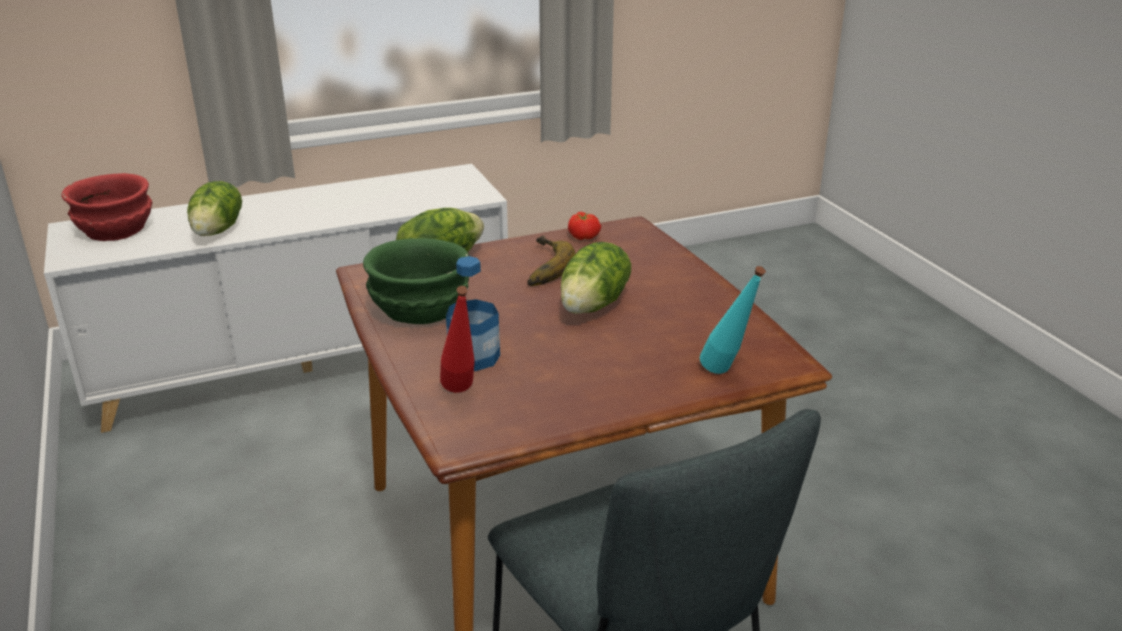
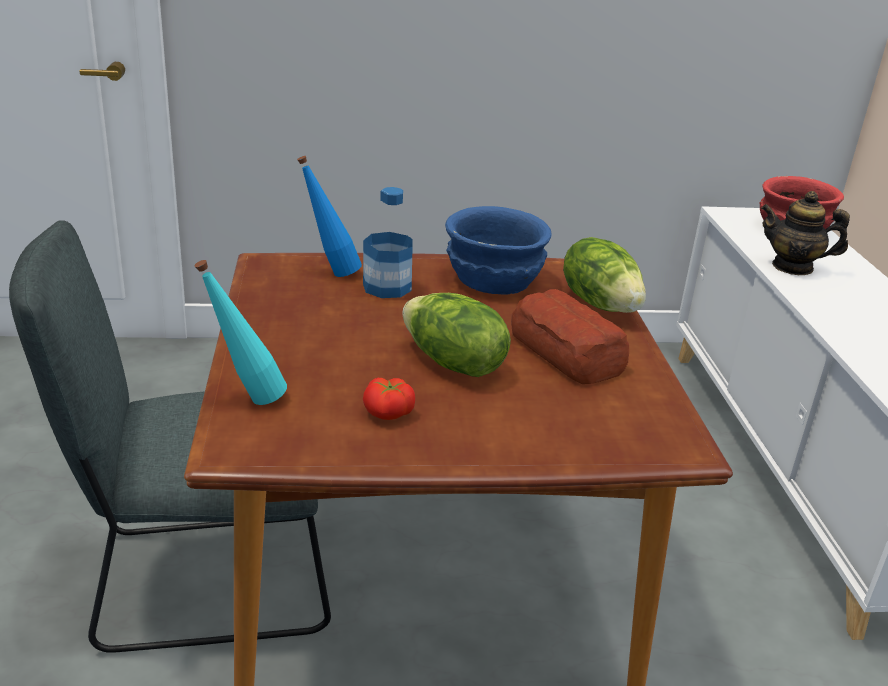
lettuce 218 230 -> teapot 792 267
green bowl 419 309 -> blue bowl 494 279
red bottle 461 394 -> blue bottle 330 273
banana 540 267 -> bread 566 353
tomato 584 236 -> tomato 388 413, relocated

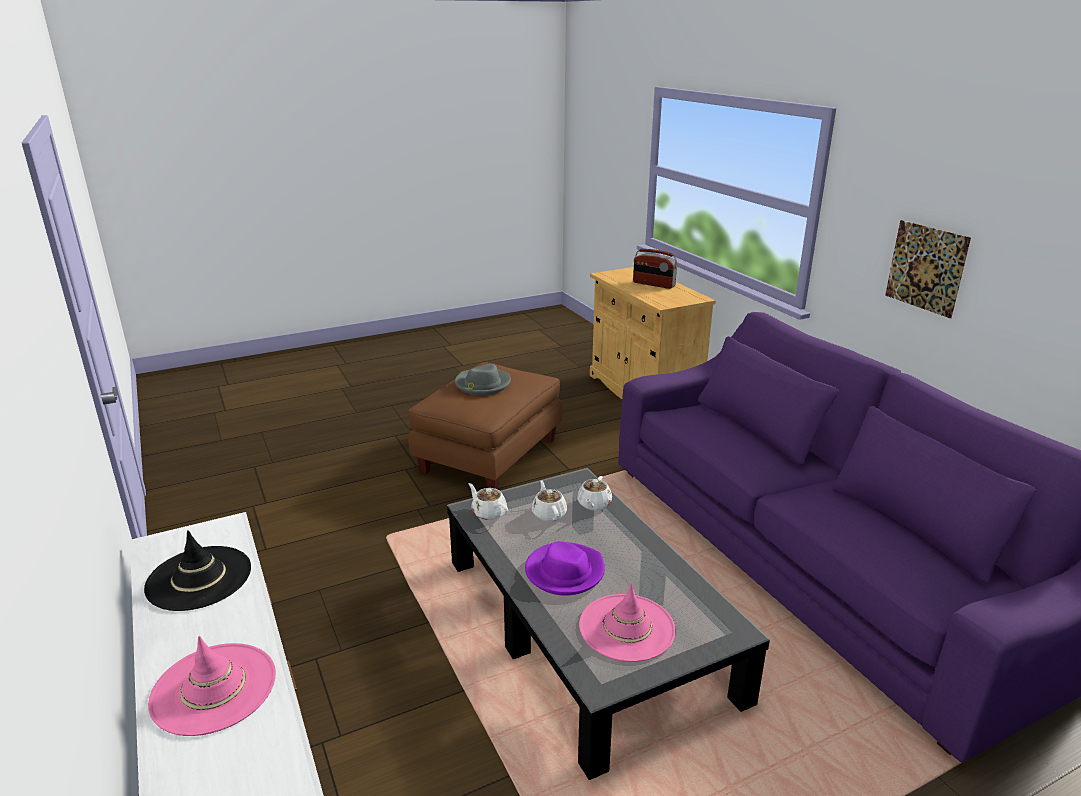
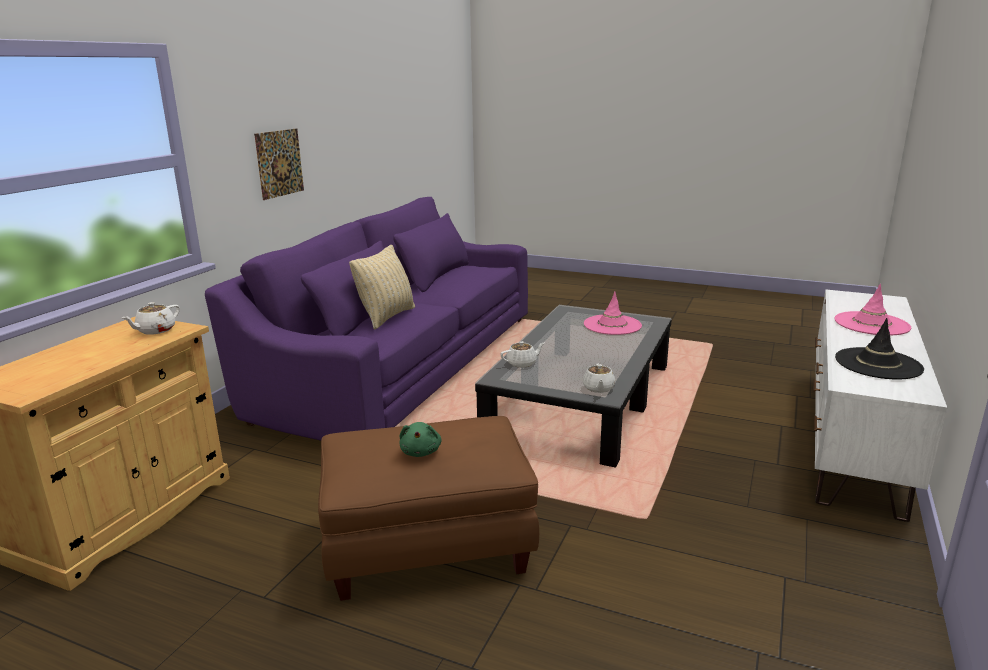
grey hat 482 384 -> green plush toy 421 452
purple hat 564 572 -> none
white teapot 549 514 -> white teapot 155 330, relocated
radio 653 284 -> none
none -> beige pillow 387 317

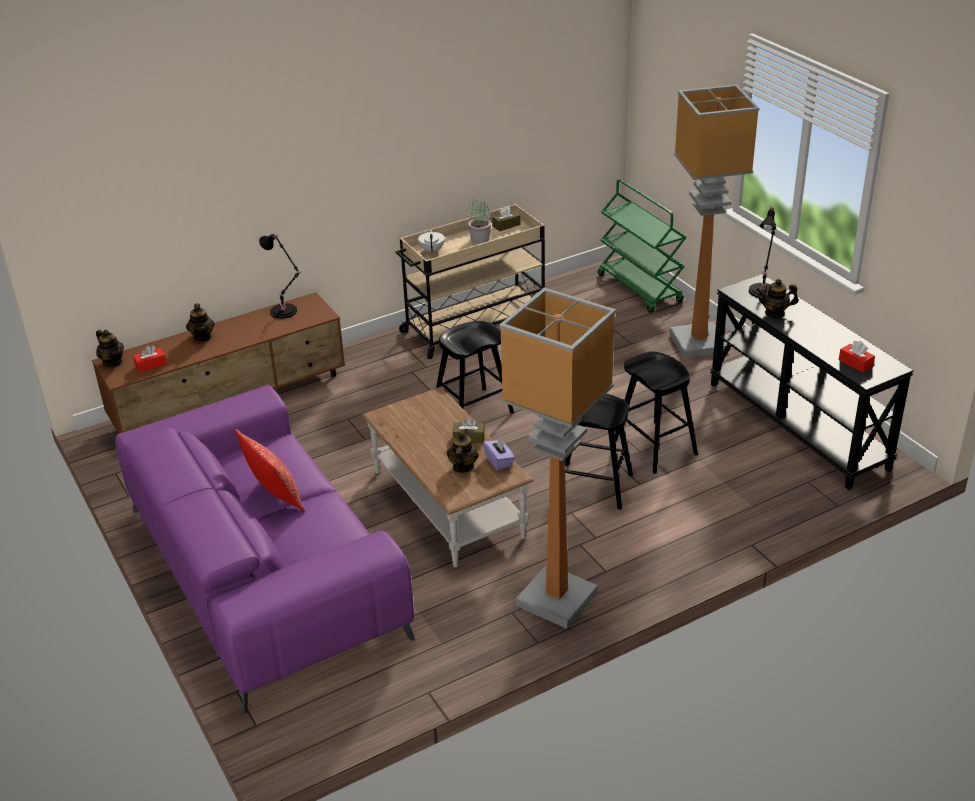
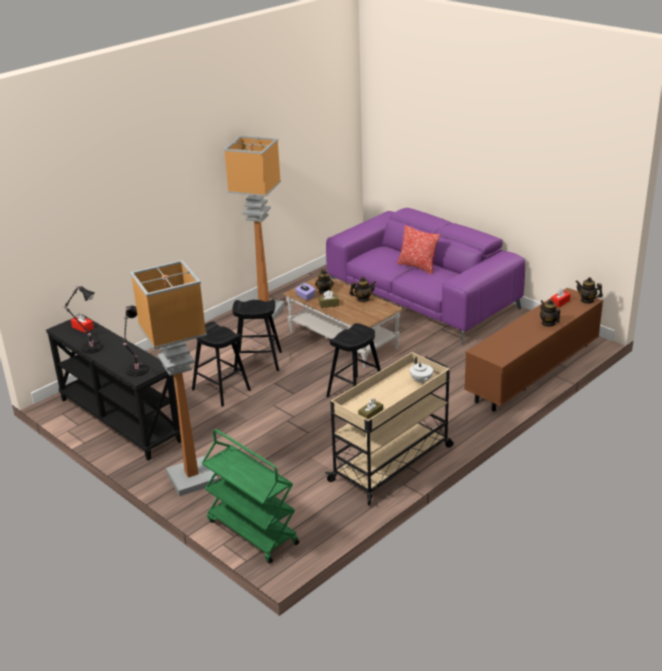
black table lamp 285 312 -> black table lamp 90 347, relocated
potted plant 479 239 -> none
teapot 775 313 -> teapot 363 299, relocated

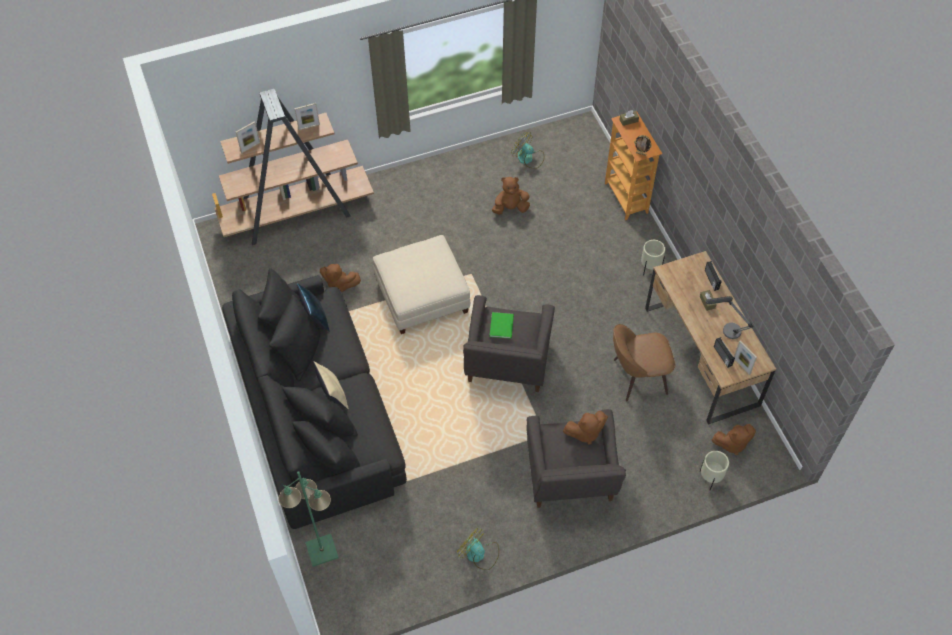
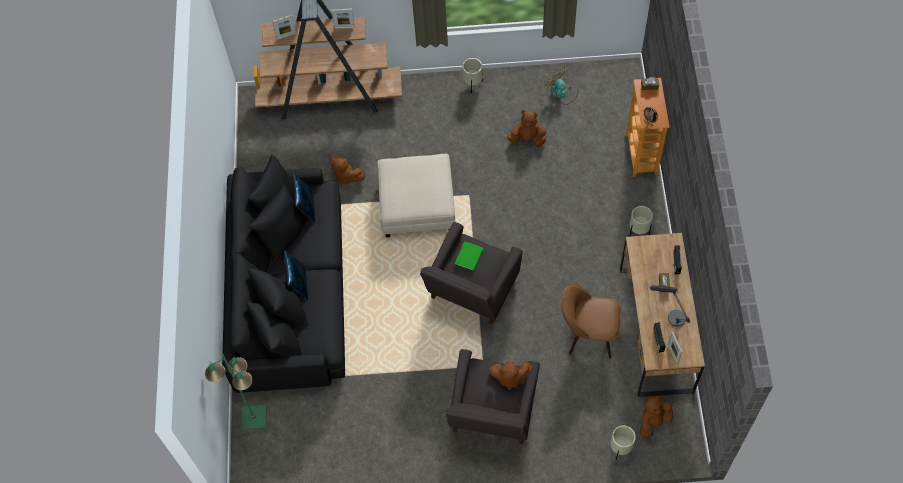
beige pillow 332 395 -> blue pillow 298 283
fan 479 554 -> none
brown plush toy 732 443 -> brown plush toy 653 421, 135 degrees clockwise
none -> beige planter 473 84

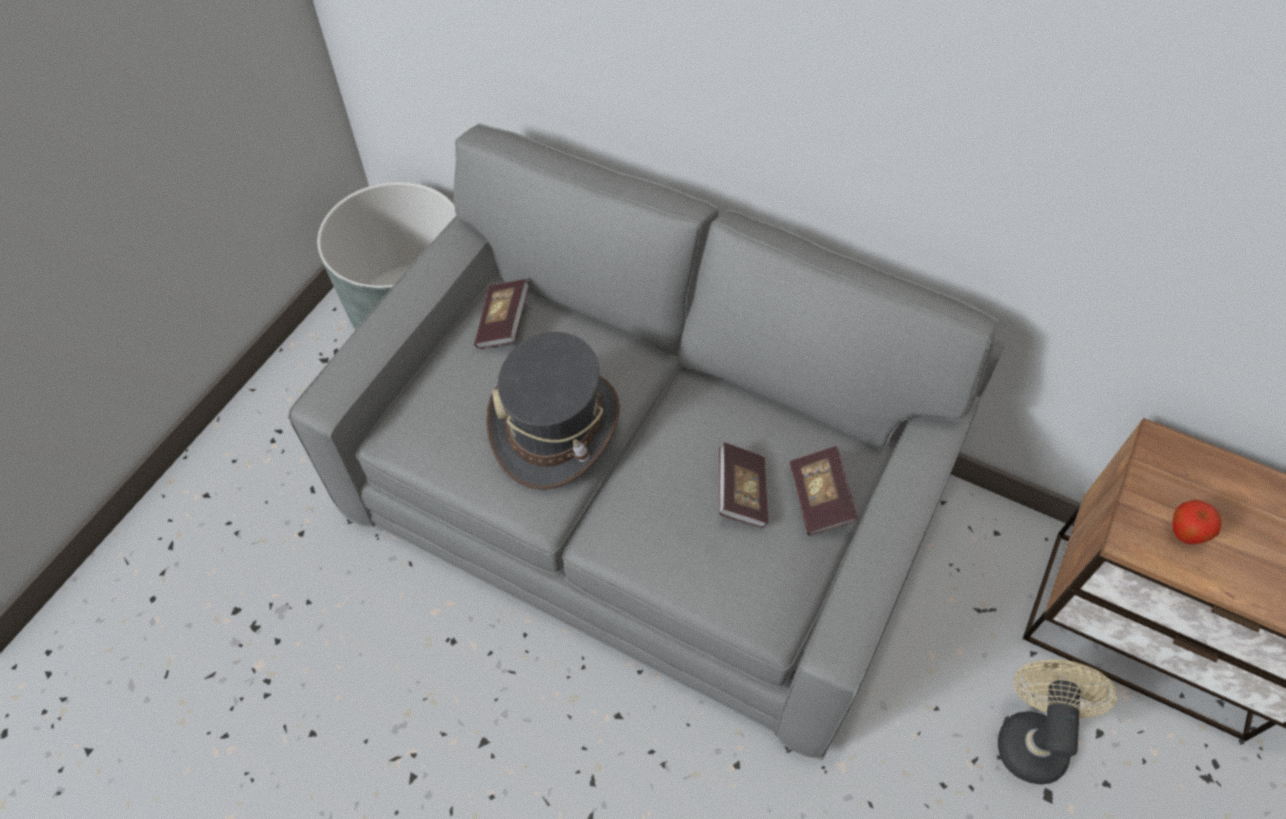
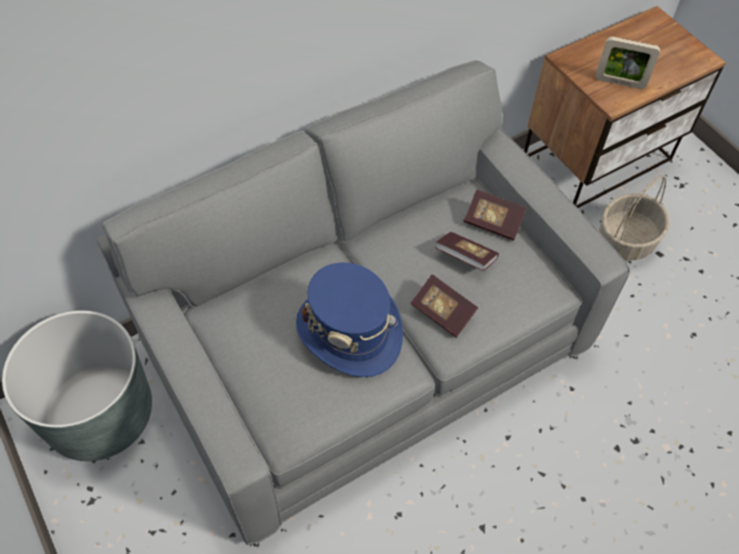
book 503 323 -> book 442 312, relocated
grey hat 555 427 -> blue hat 349 331
beige fan 1031 736 -> basket 626 241
apple 1184 534 -> picture frame 619 82

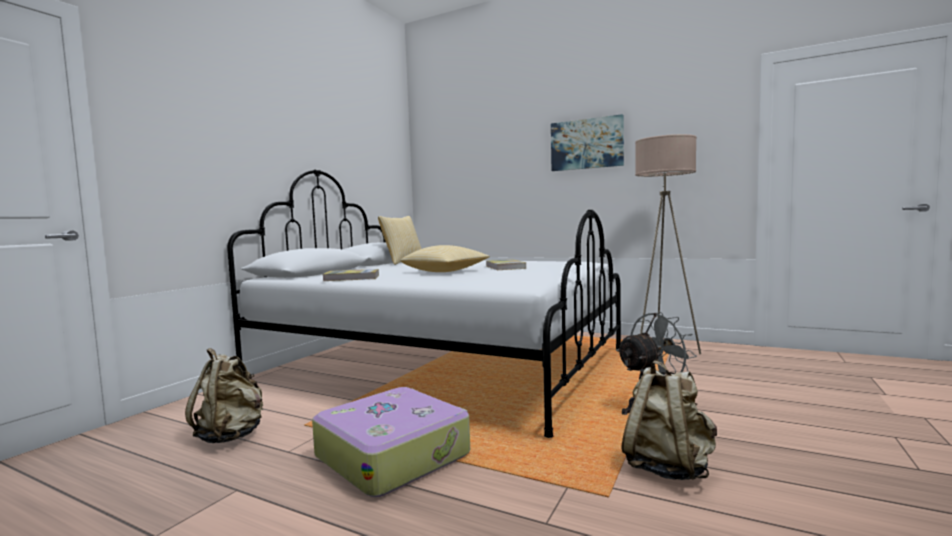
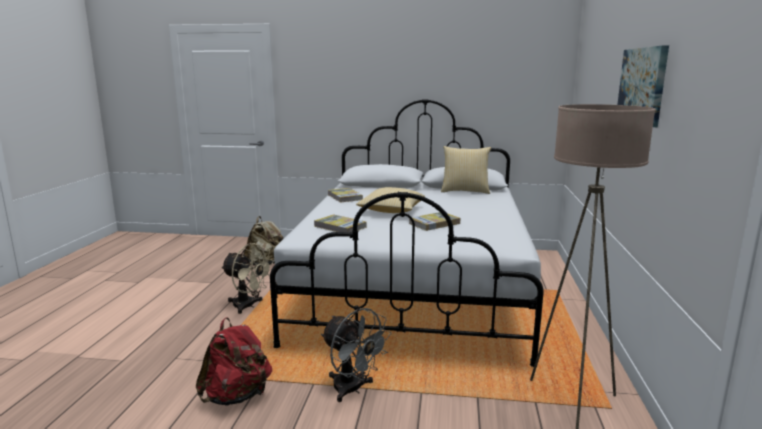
suitcase 393 455 -> beige fan 248 306
beige backpack 667 468 -> red backpack 237 396
none -> book 340 227

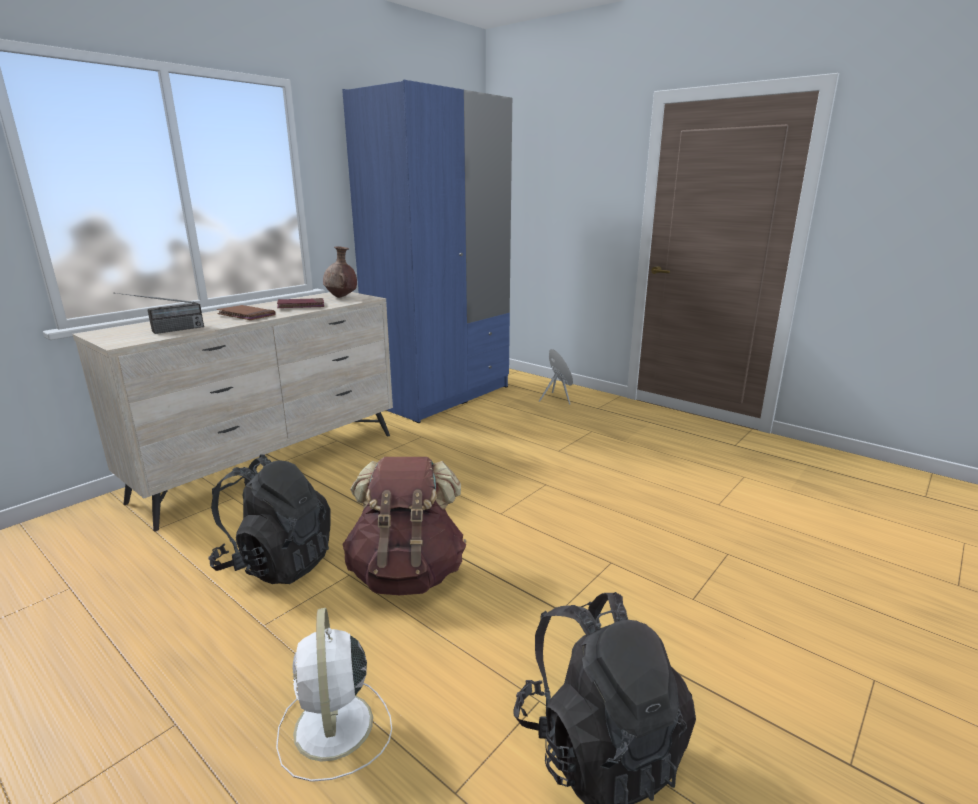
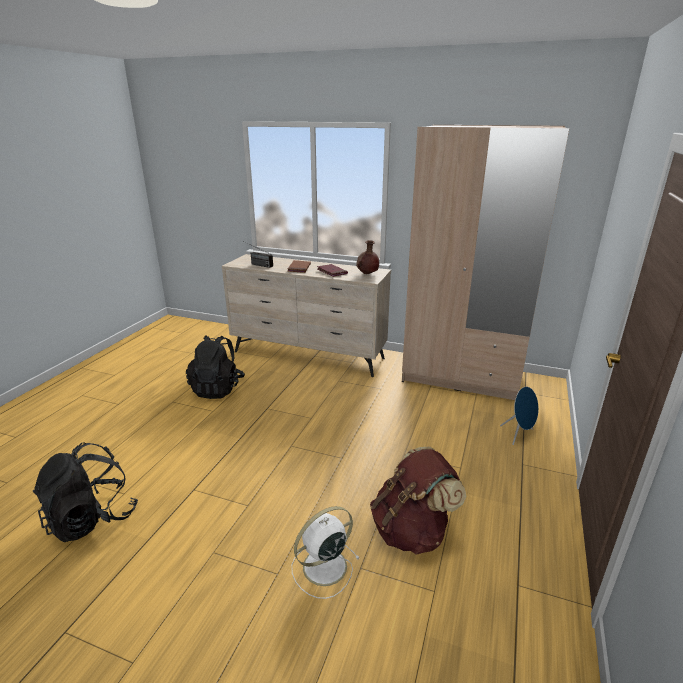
white fan 334 729 -> white fan 323 567, relocated
blue wardrobe 441 395 -> beige wardrobe 461 377
brown backpack 407 573 -> brown backpack 412 530, relocated

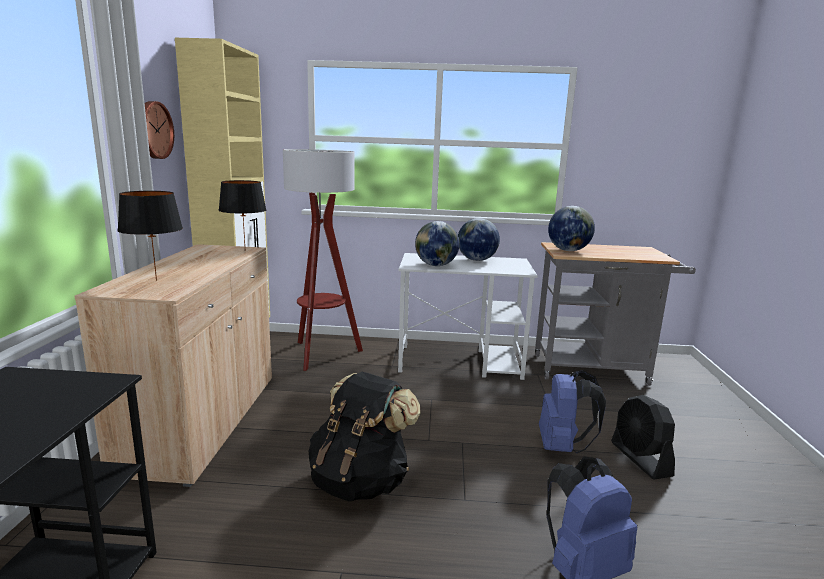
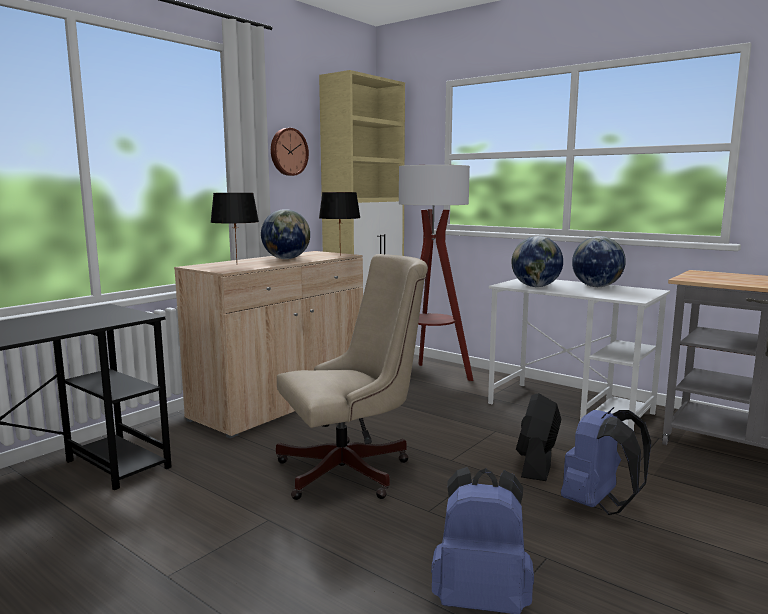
black backpack 360 481 -> beige office chair 352 470
globe 568 250 -> globe 286 259, relocated
black fan 640 459 -> black fan 536 464, relocated

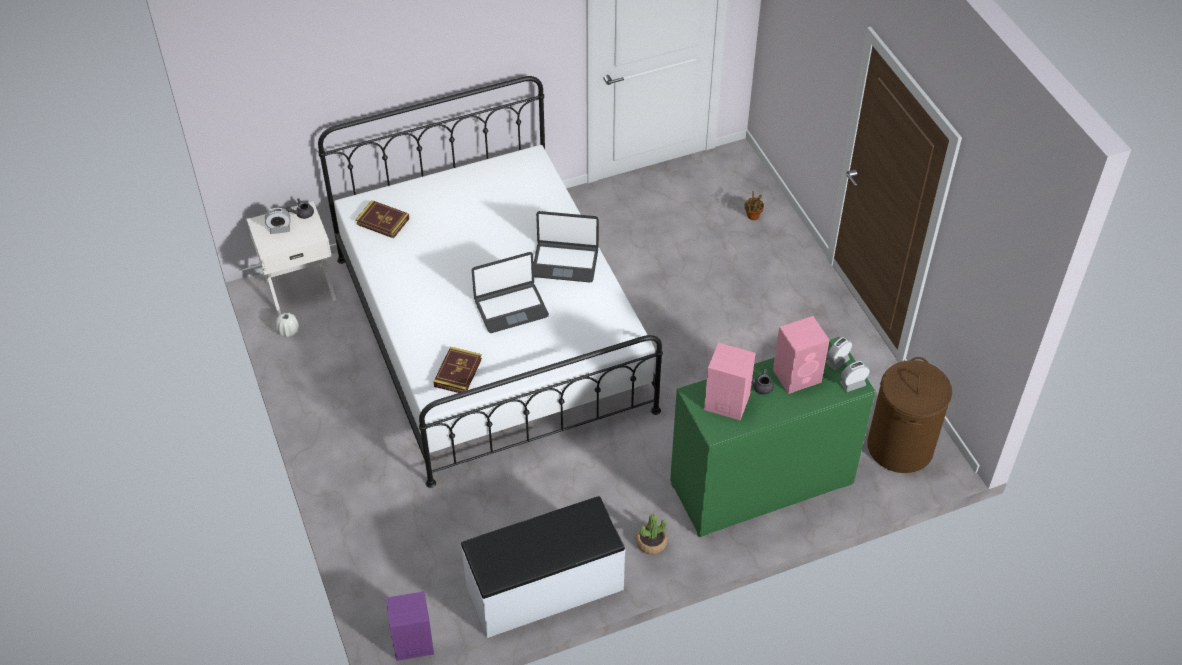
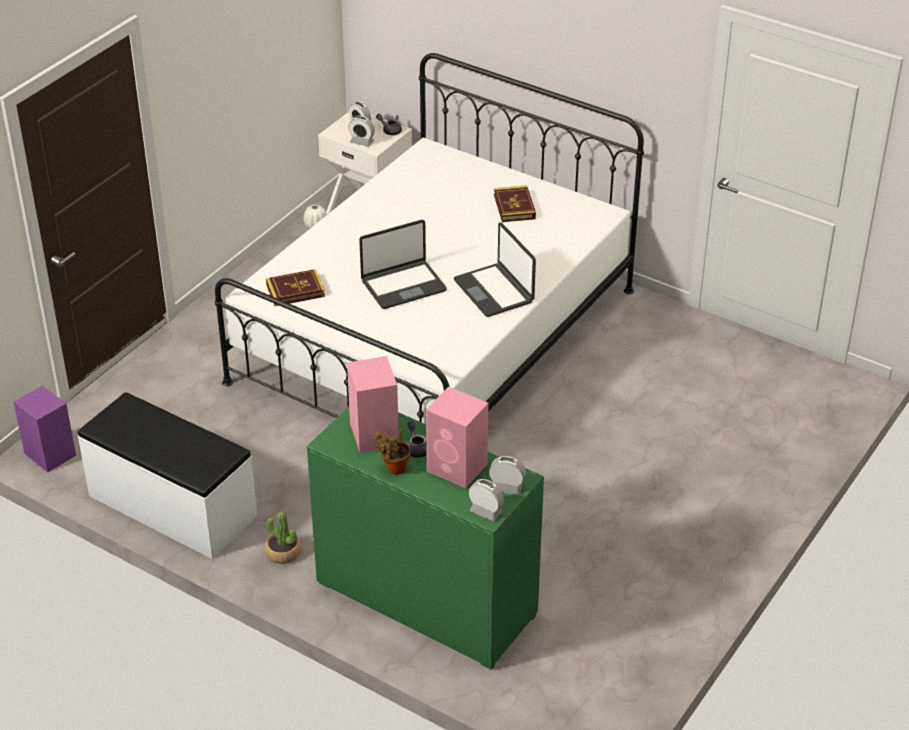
book 383 221 -> book 514 207, relocated
laptop 511 308 -> laptop 403 285, 60 degrees counterclockwise
potted plant 752 217 -> potted plant 394 469, relocated
brown laundry basket 900 447 -> none
none -> alarm clock 362 142

